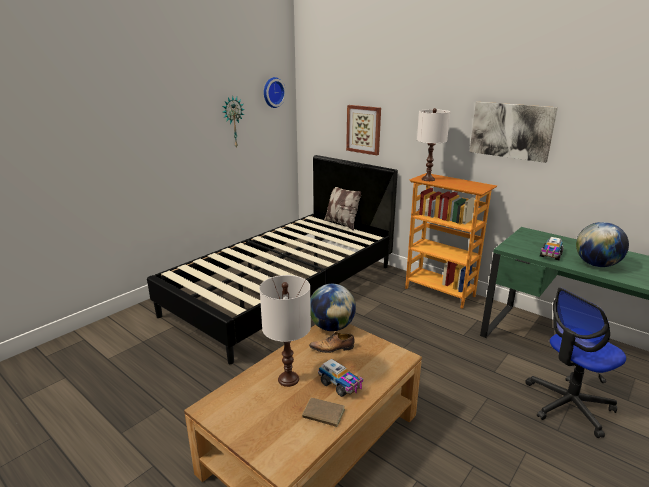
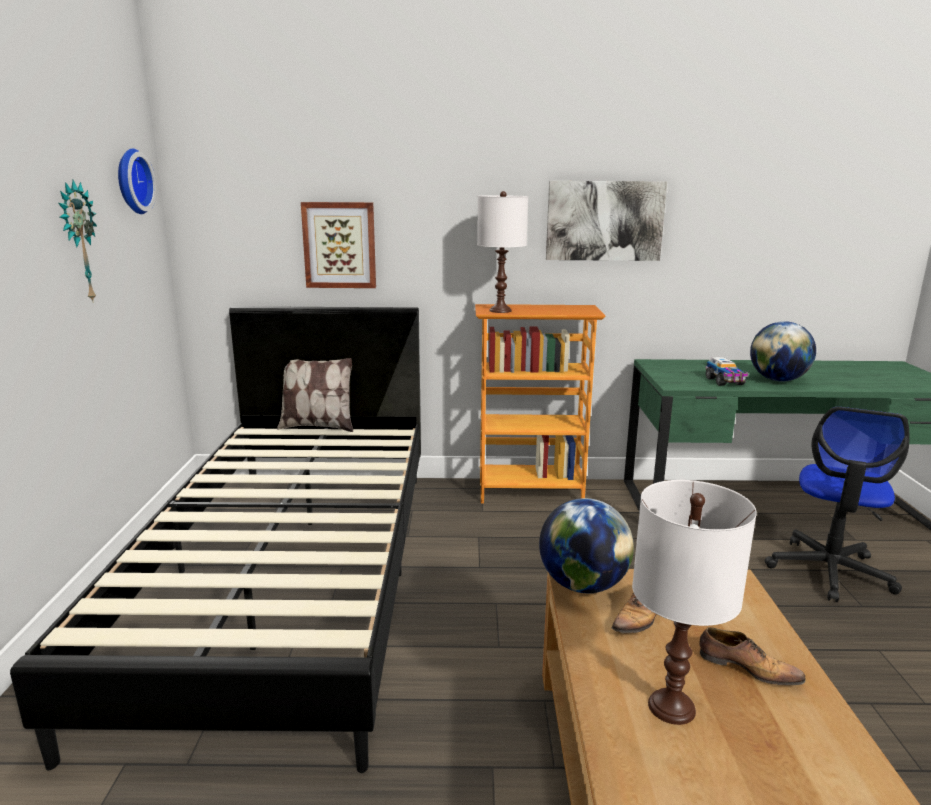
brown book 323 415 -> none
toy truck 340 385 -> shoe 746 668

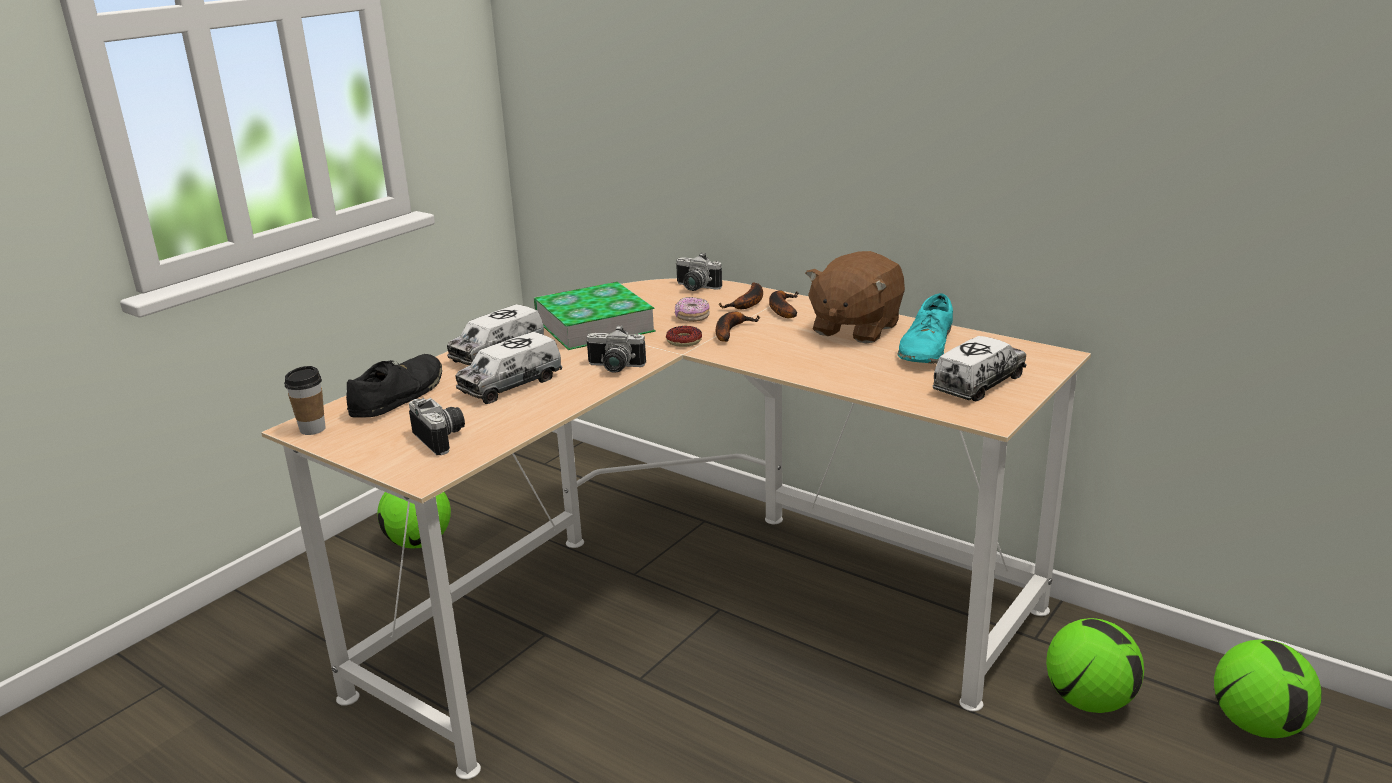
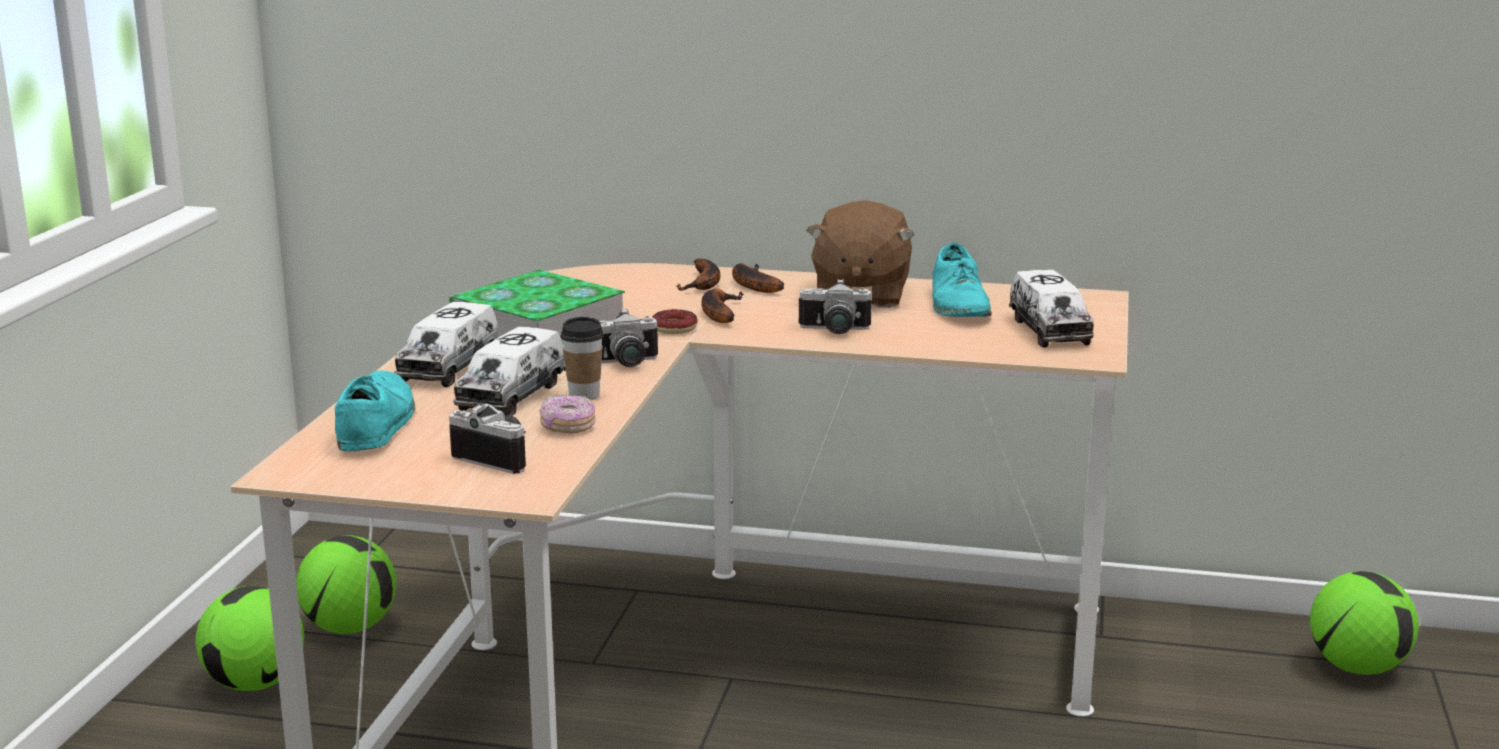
cup 312 429 -> cup 584 395, relocated
black shoe 398 396 -> turquoise shoe 374 425
donut 692 317 -> donut 567 427, relocated
photo camera 695 288 -> photo camera 834 331, relocated
toy truck 979 383 -> toy truck 1049 330, 150 degrees clockwise
football 1089 701 -> football 350 628, relocated

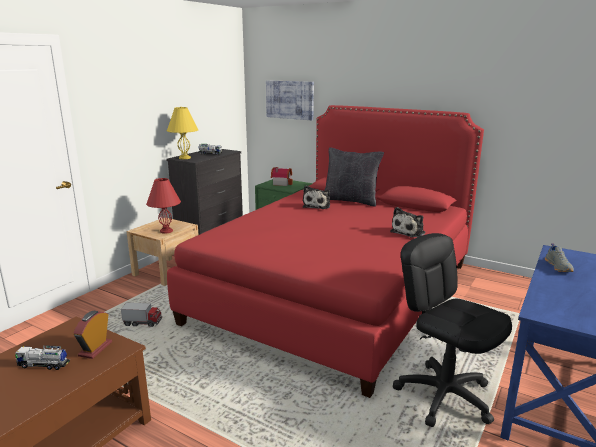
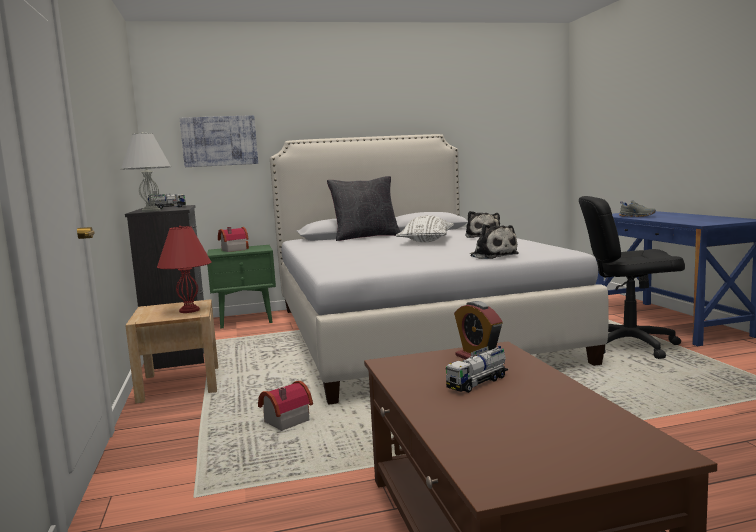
toy truck 143 323 -> toy house 284 421
red bed 336 291 -> white bed 410 332
yellow table lamp 185 158 -> white table lamp 151 211
plush toy 317 206 -> plush toy 492 256, relocated
none -> white pillow 427 241

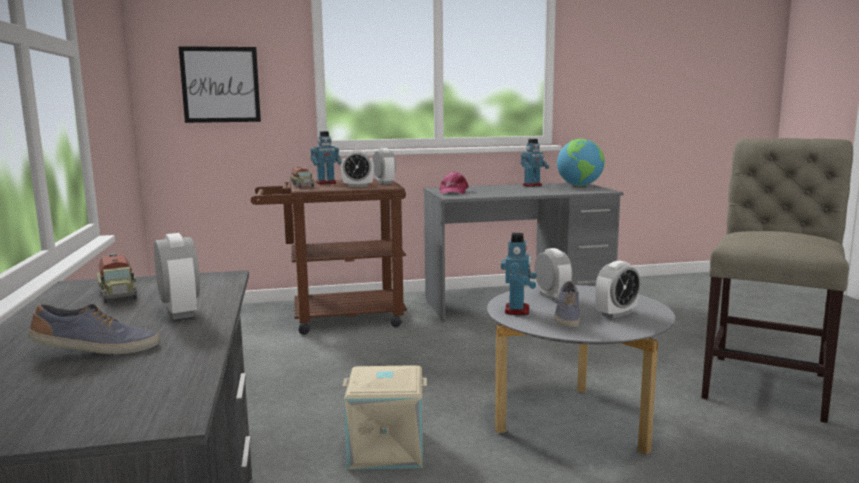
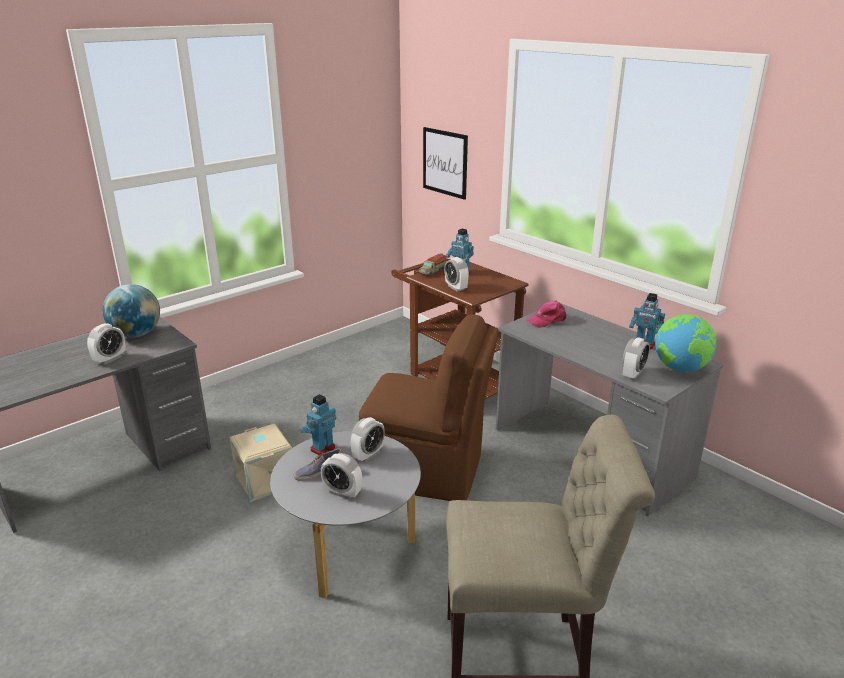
shoe 97 351 -> none
toy truck 118 294 -> globe 136 334
alarm clock 384 183 -> alarm clock 632 374, relocated
toy robot 518 310 -> toy robot 322 448, 150 degrees clockwise
none -> brown chair 426 471

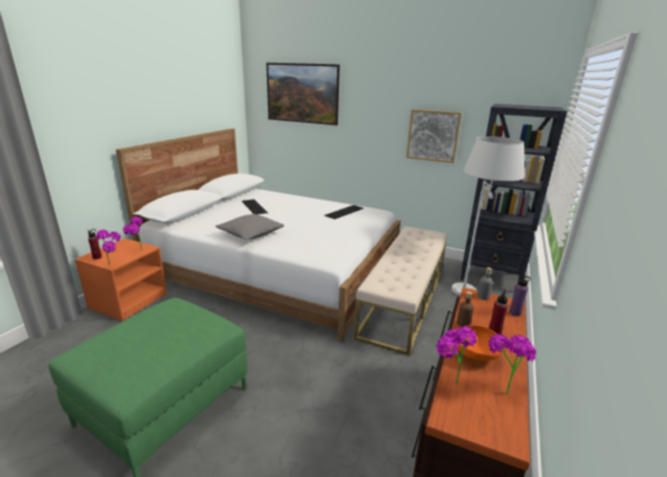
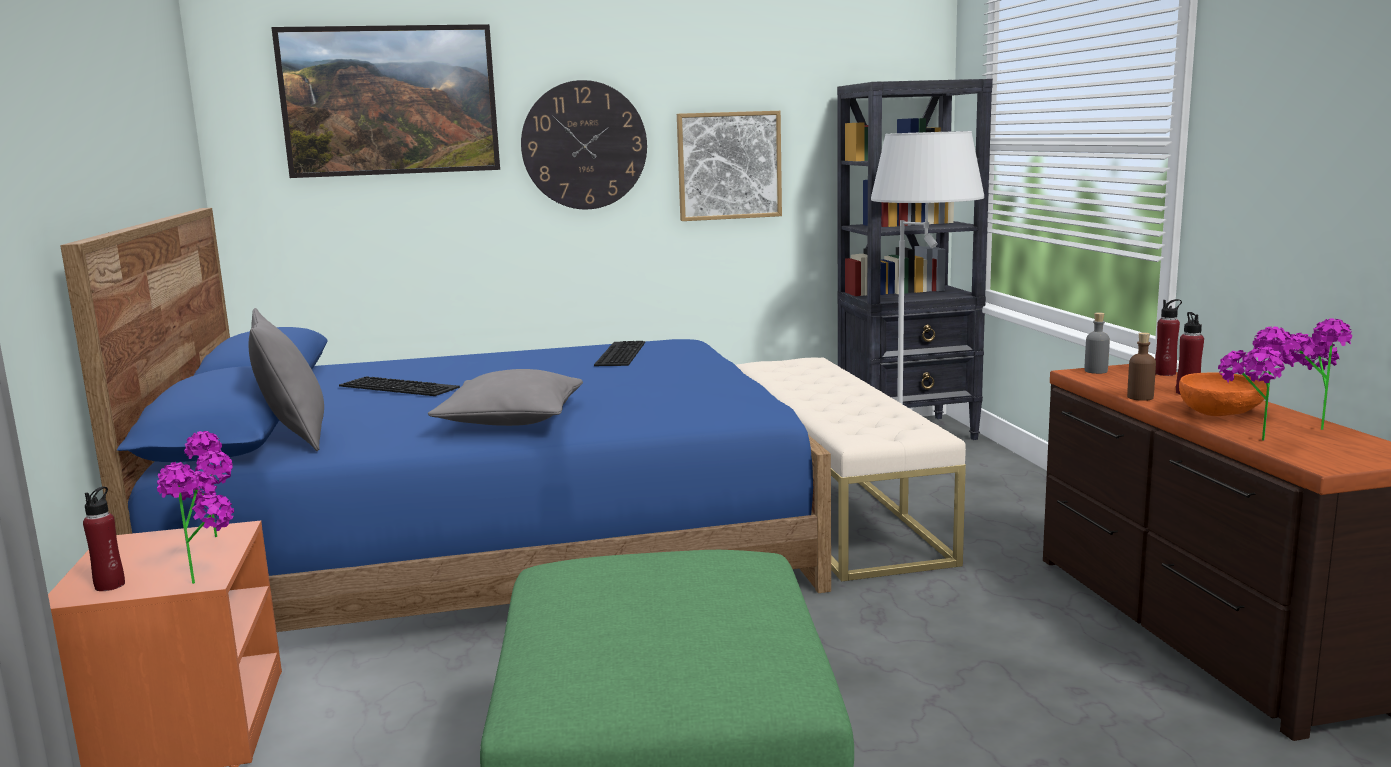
white bed 277 269 -> blue bed 495 541
purple bottle 515 312 -> red bottle 1165 373
none -> grey pillow 294 437
none -> wall clock 584 145

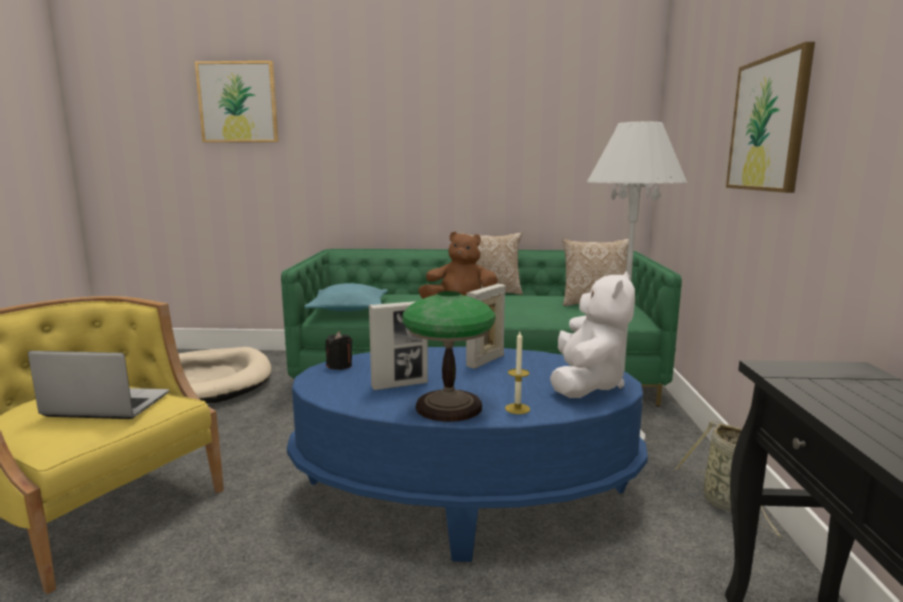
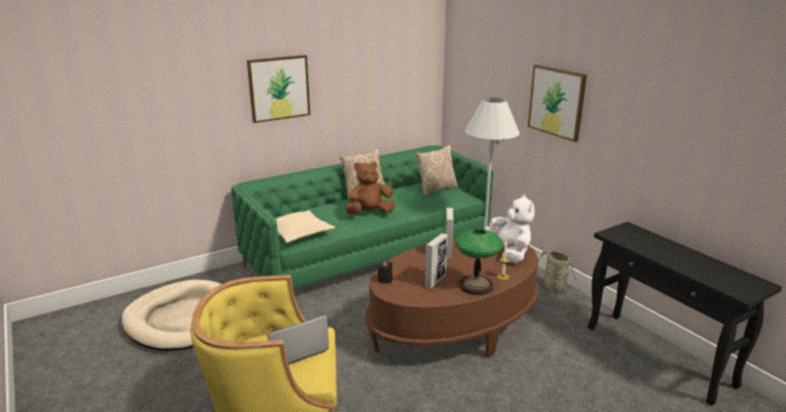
picture 238 102 -> picture 279 88, relocated
blue coffee table 464 494 -> brown coffee table 454 326
turquoise pillow 349 309 -> beige pillow 299 233

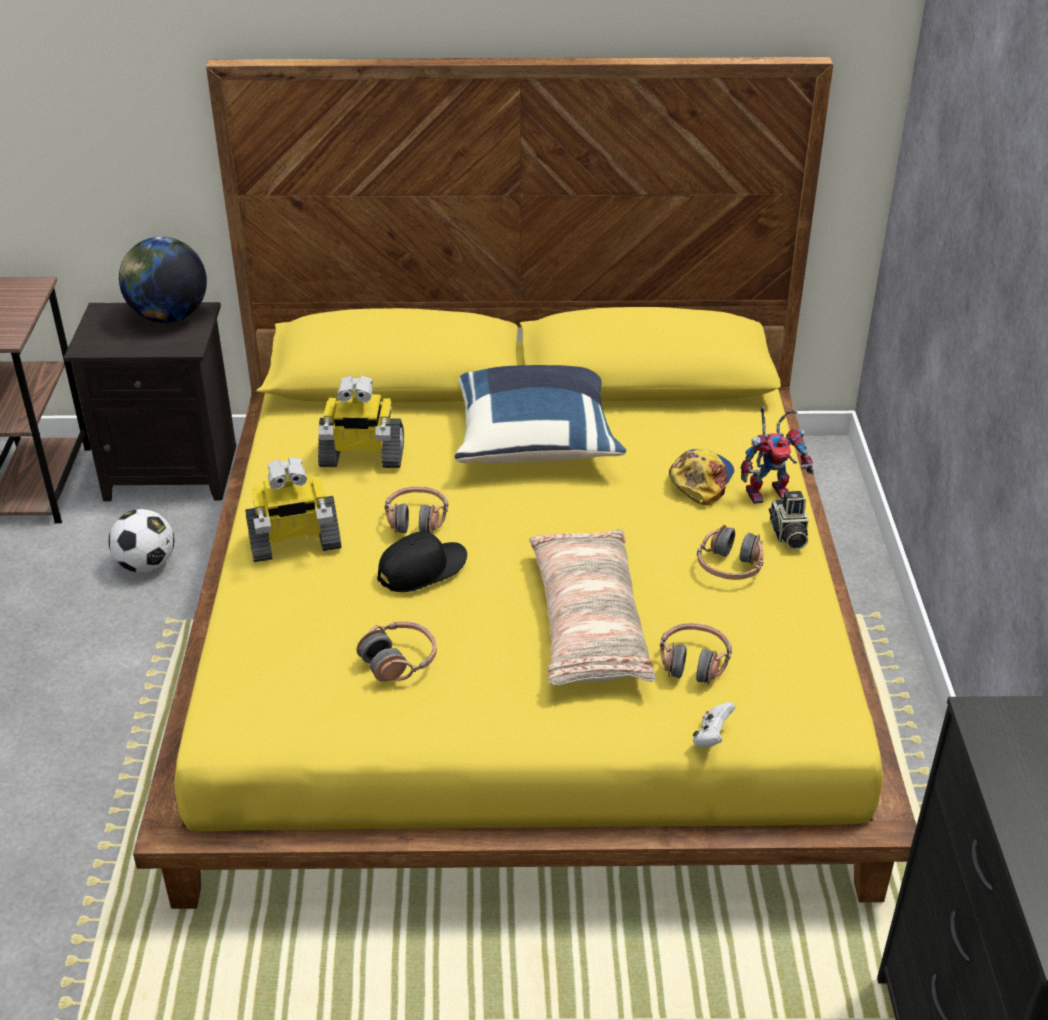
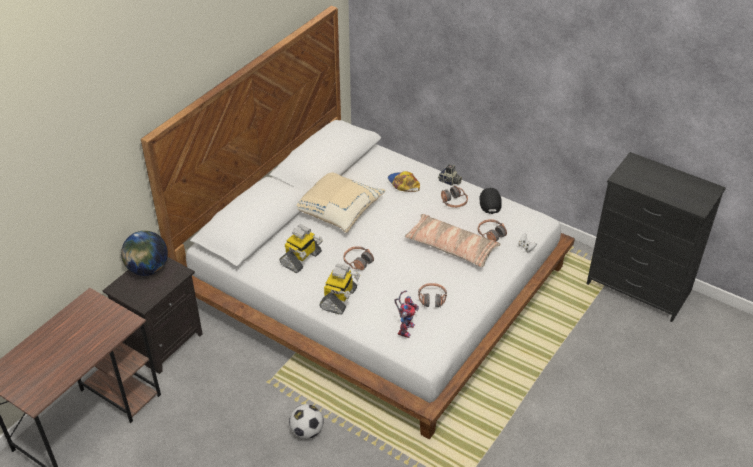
football 146 565 -> football 307 431, relocated
yellow bed 524 635 -> white bed 376 284
black cap 422 569 -> black cap 490 202, relocated
blue pillow 535 440 -> beige pillow 338 210
toy robot 770 491 -> toy robot 405 328, relocated

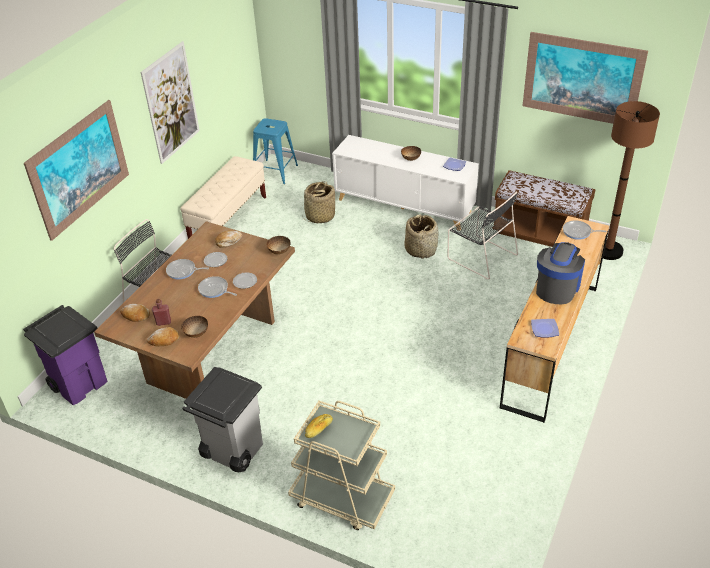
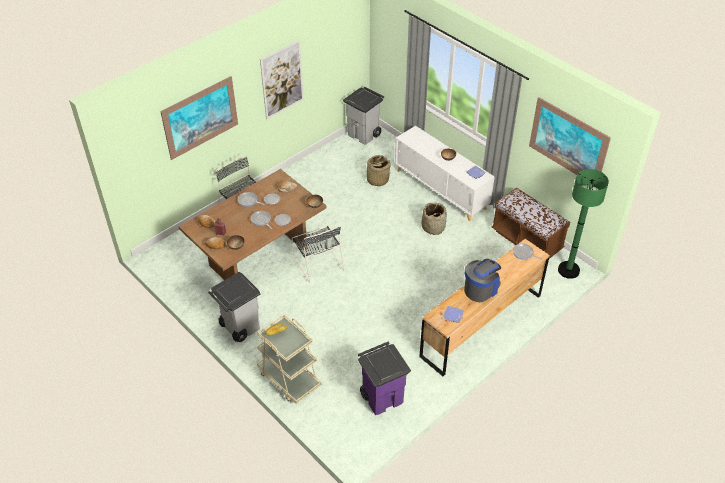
purple trash can 80 383 -> purple trash can 382 397, relocated
beige bench 228 218 -> none
blue stool 275 172 -> grey trash can 364 134
black chair 480 256 -> black chair 318 262, relocated
brown floor lamp 608 251 -> green floor lamp 568 270

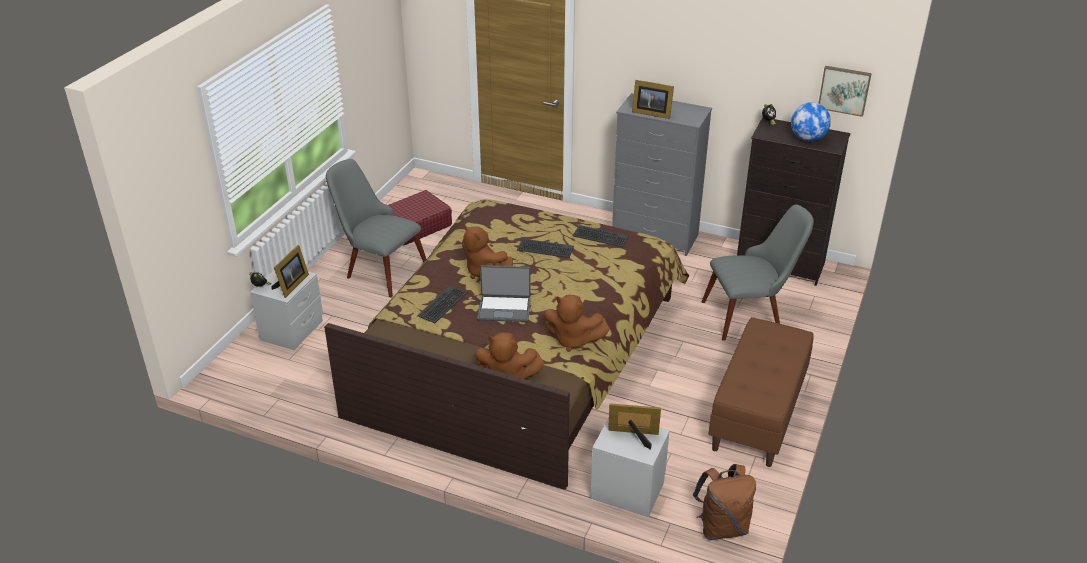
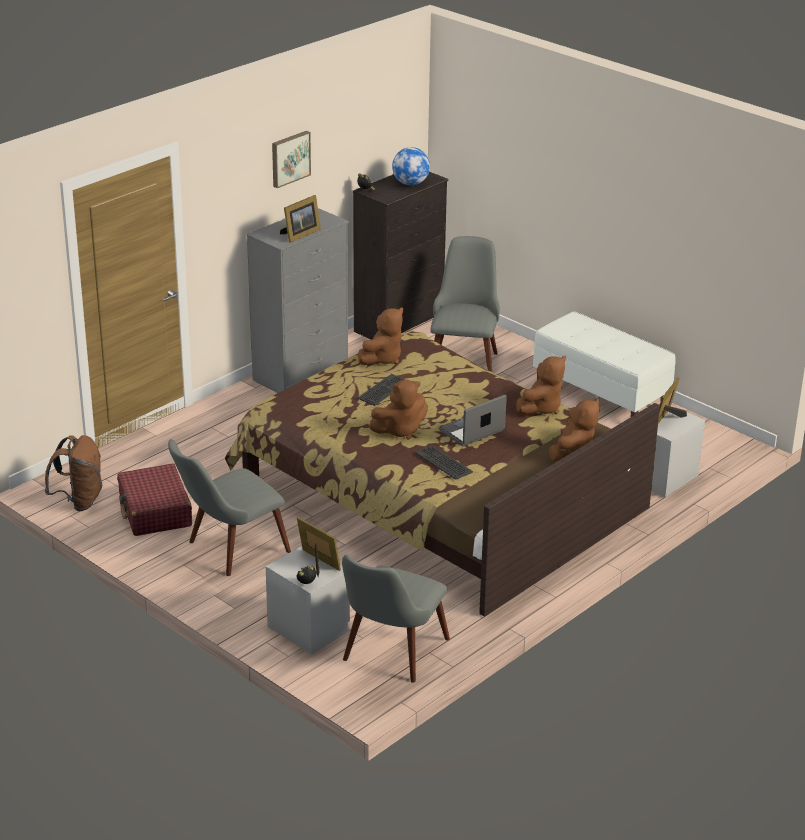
laptop 504 309 -> laptop 472 431, 150 degrees counterclockwise
keyboard 600 237 -> brown plush toy 382 358
brown backpack 722 527 -> brown backpack 79 501, relocated
brown bench 758 415 -> white bench 601 394
picture 844 90 -> picture 289 158, relocated
none -> grey chair 389 657

